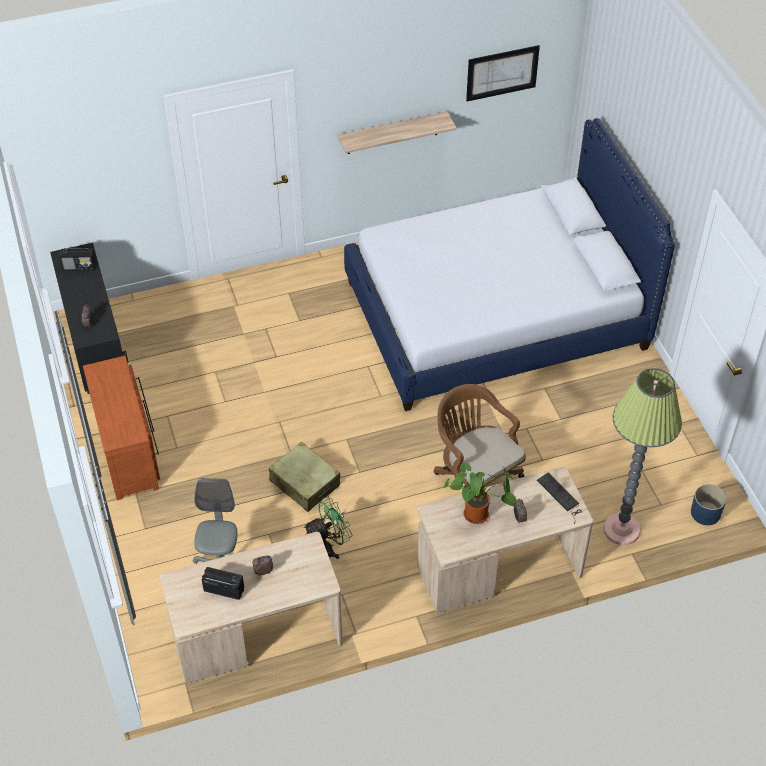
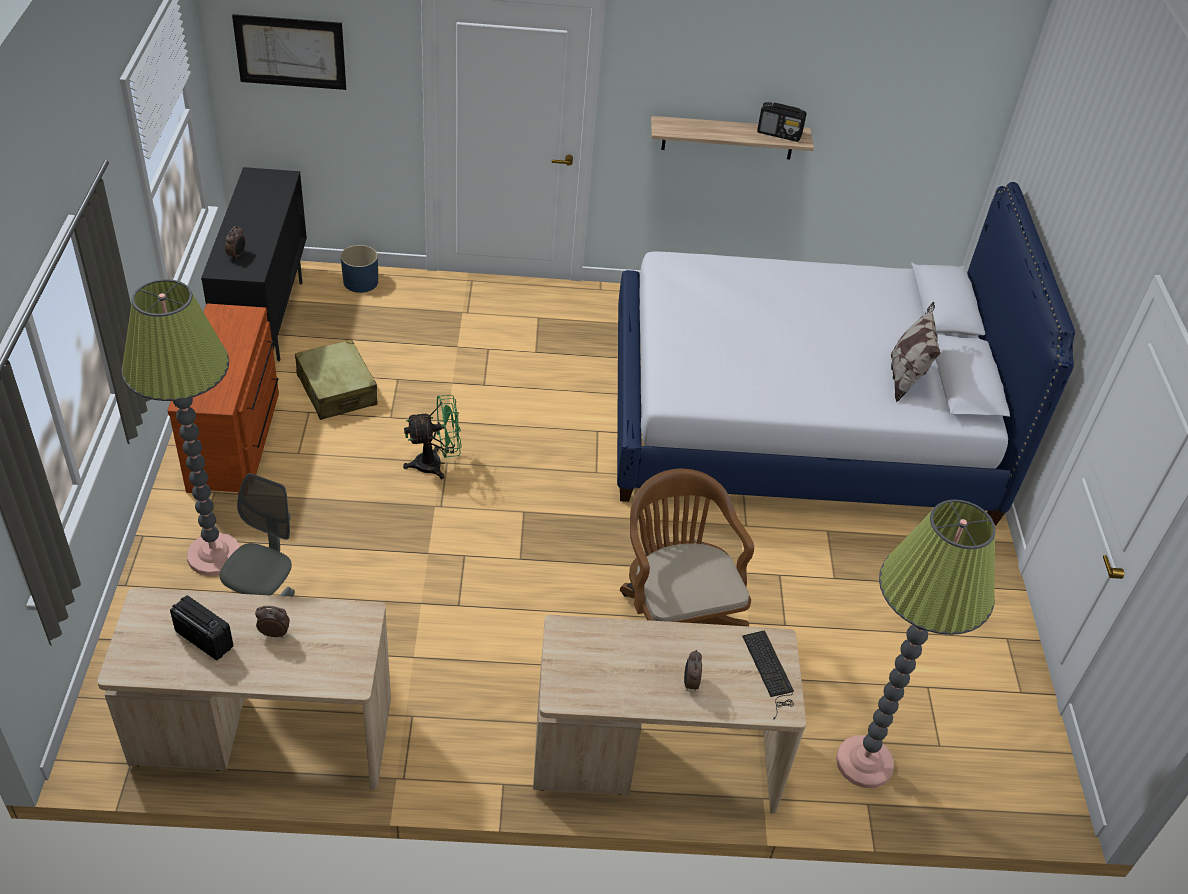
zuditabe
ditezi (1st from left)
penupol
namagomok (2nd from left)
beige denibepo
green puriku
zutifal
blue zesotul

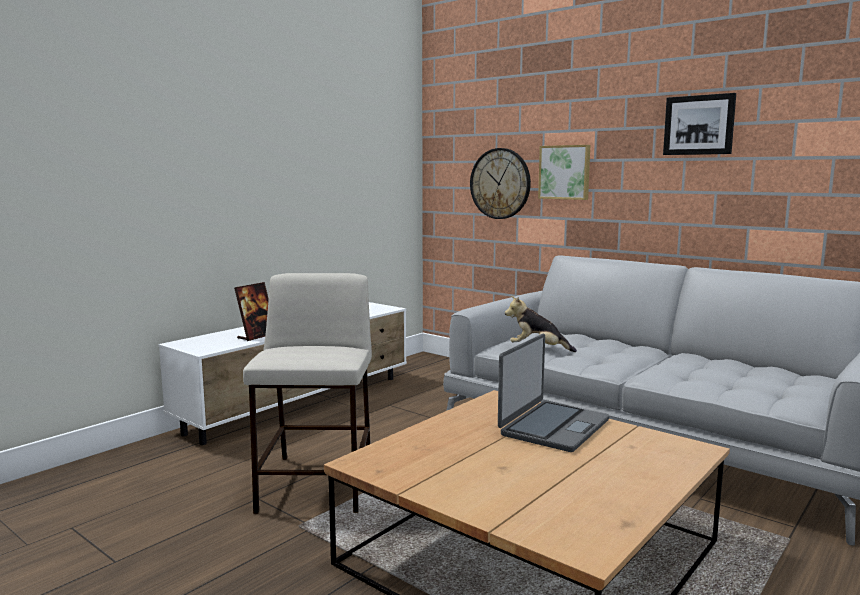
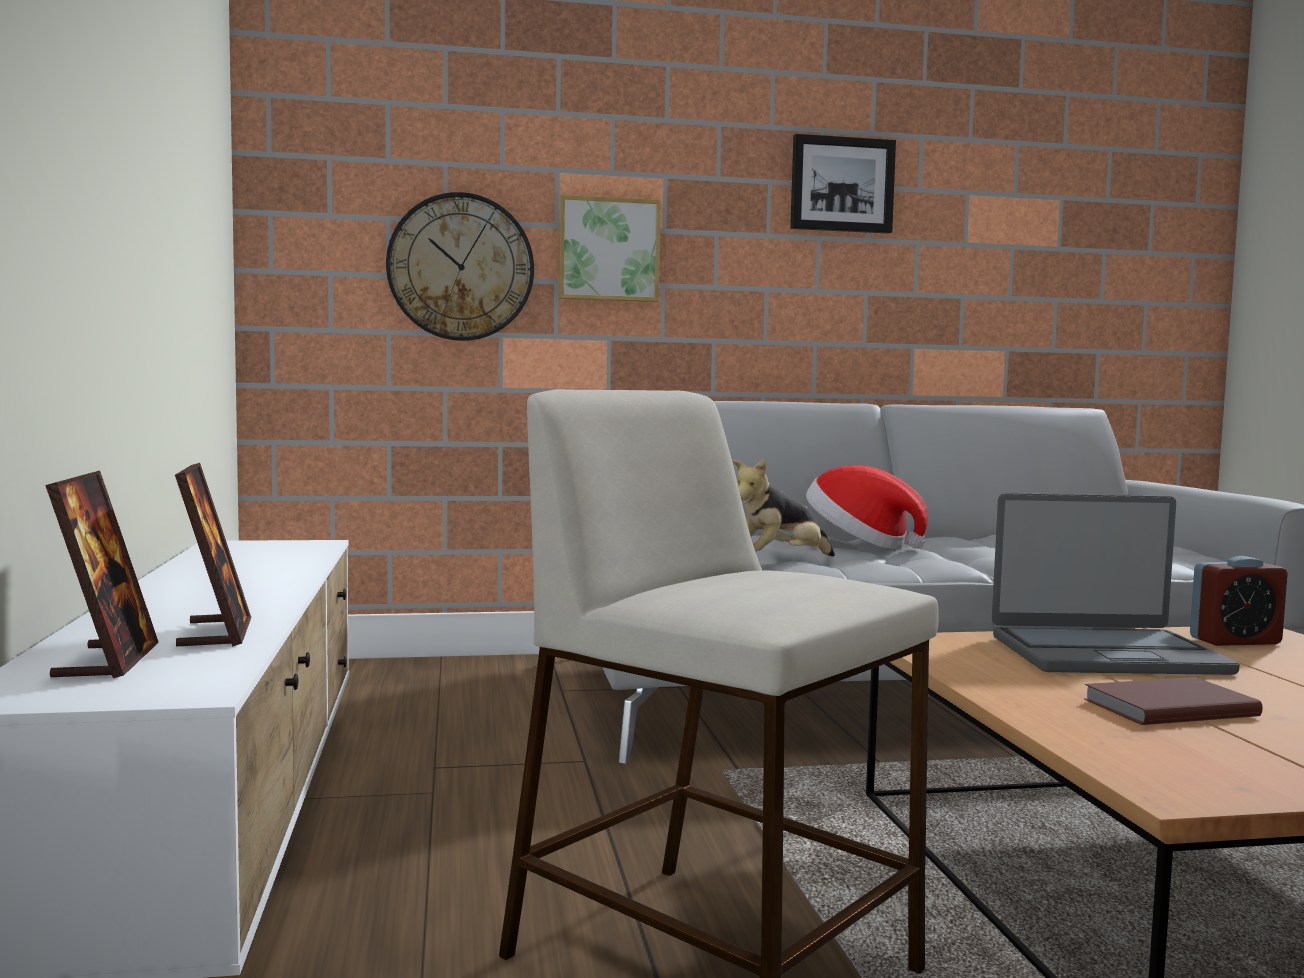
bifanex (1st from left)
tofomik
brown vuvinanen
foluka
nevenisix

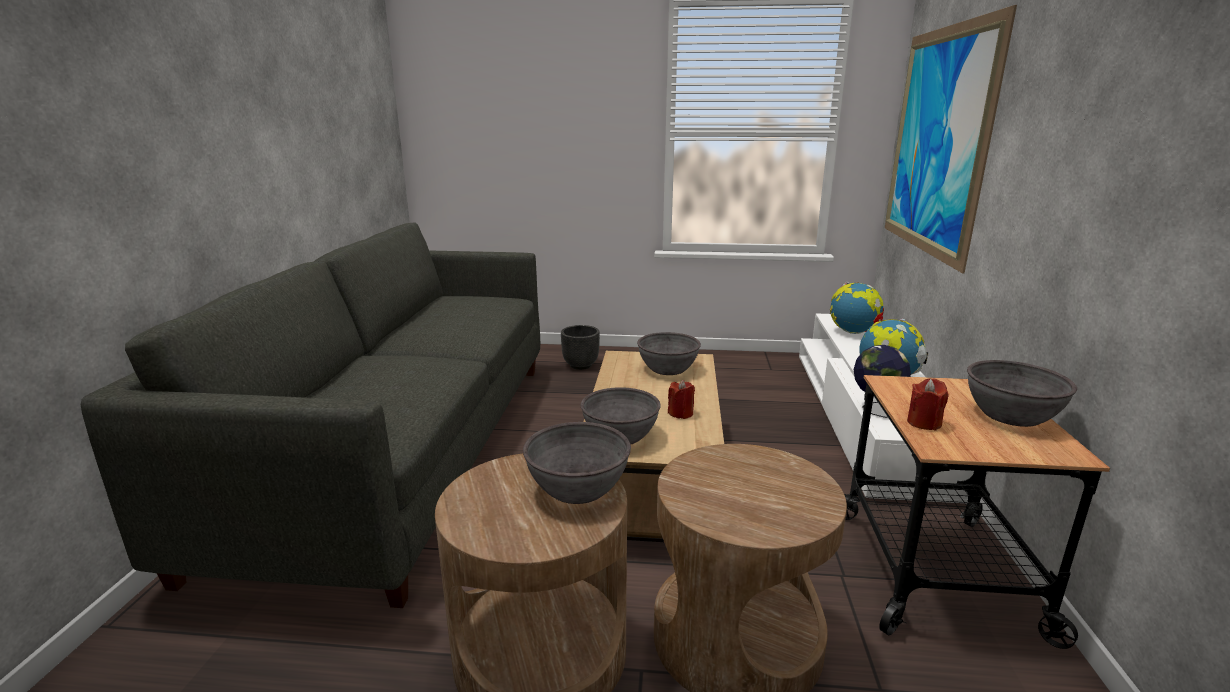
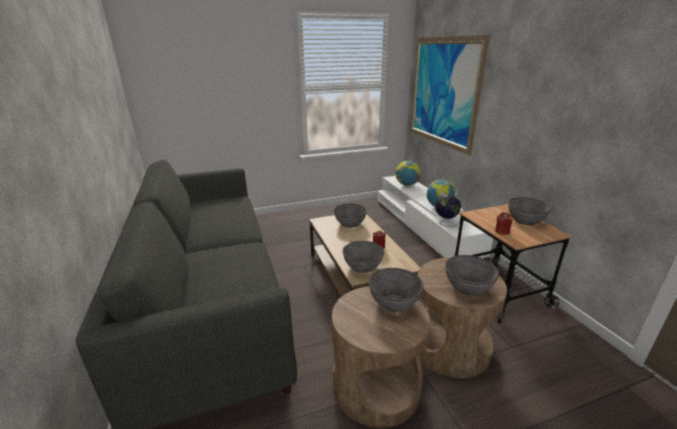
black zesotul
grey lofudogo (4th from left)

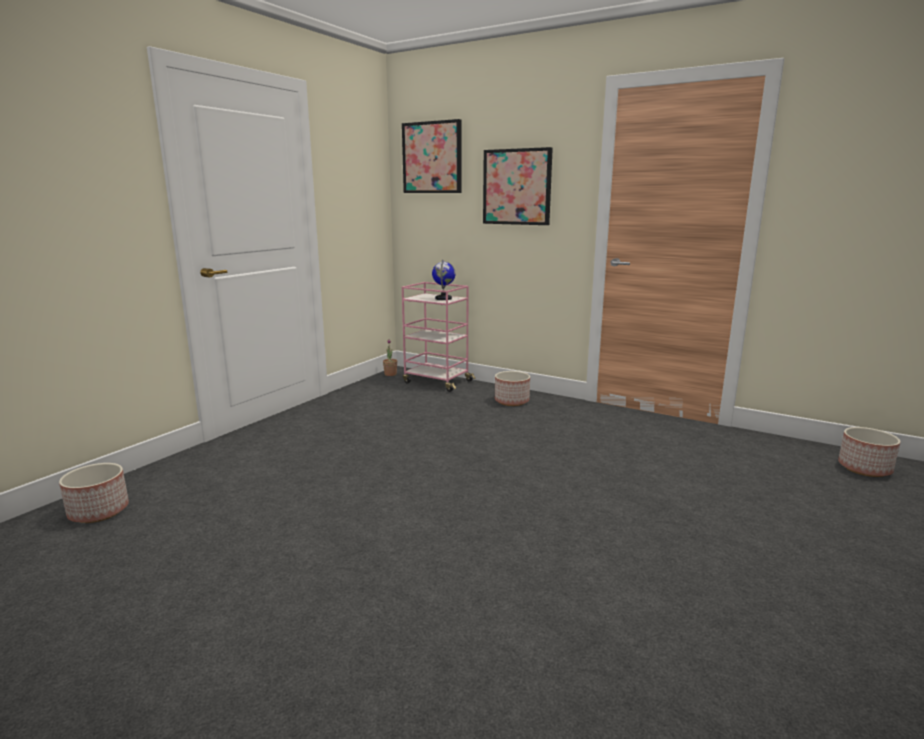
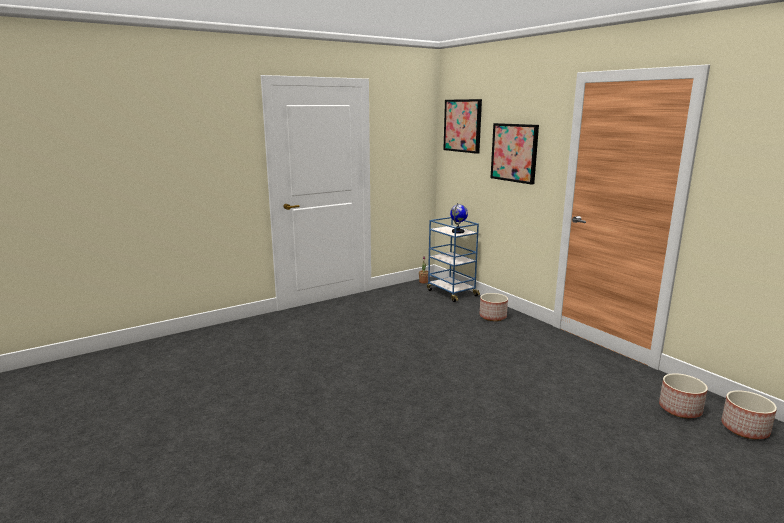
zesotul (2nd from left)
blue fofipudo

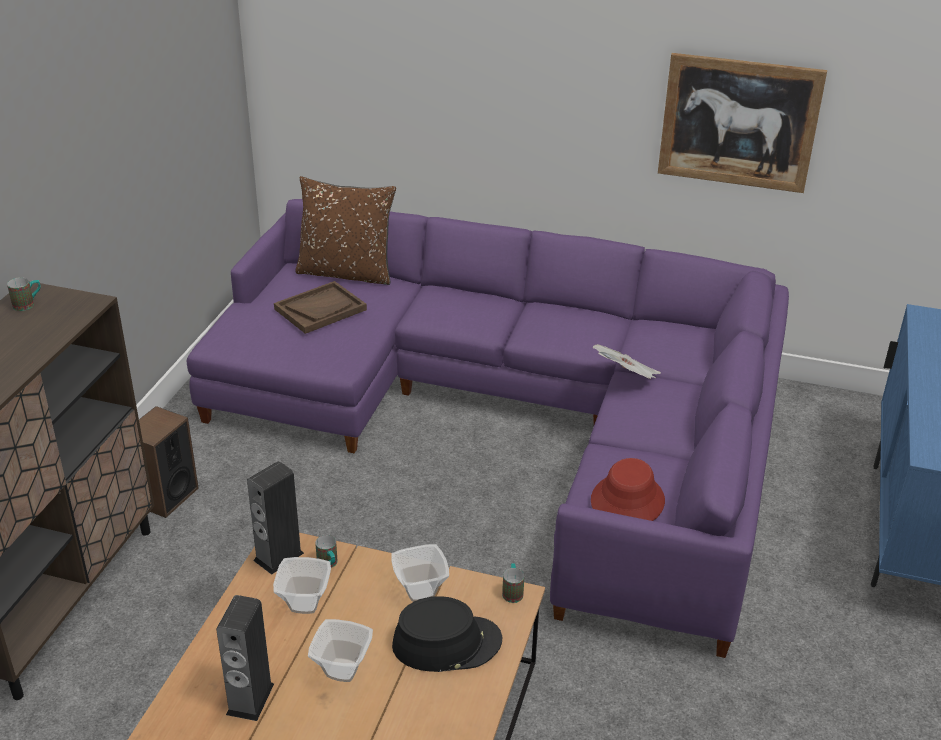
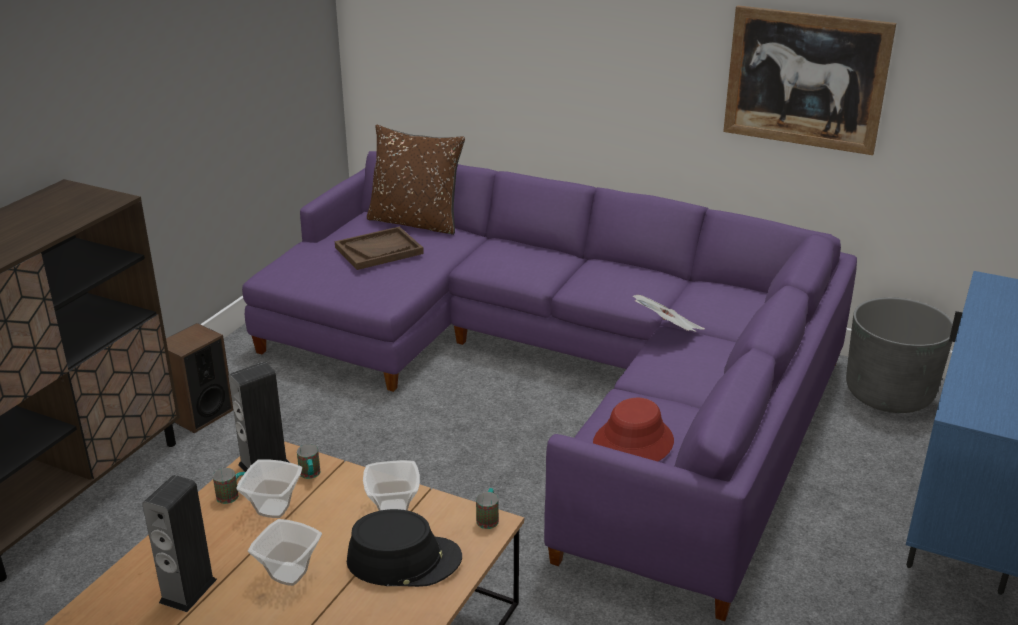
grey zesotul
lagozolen (1st from left)

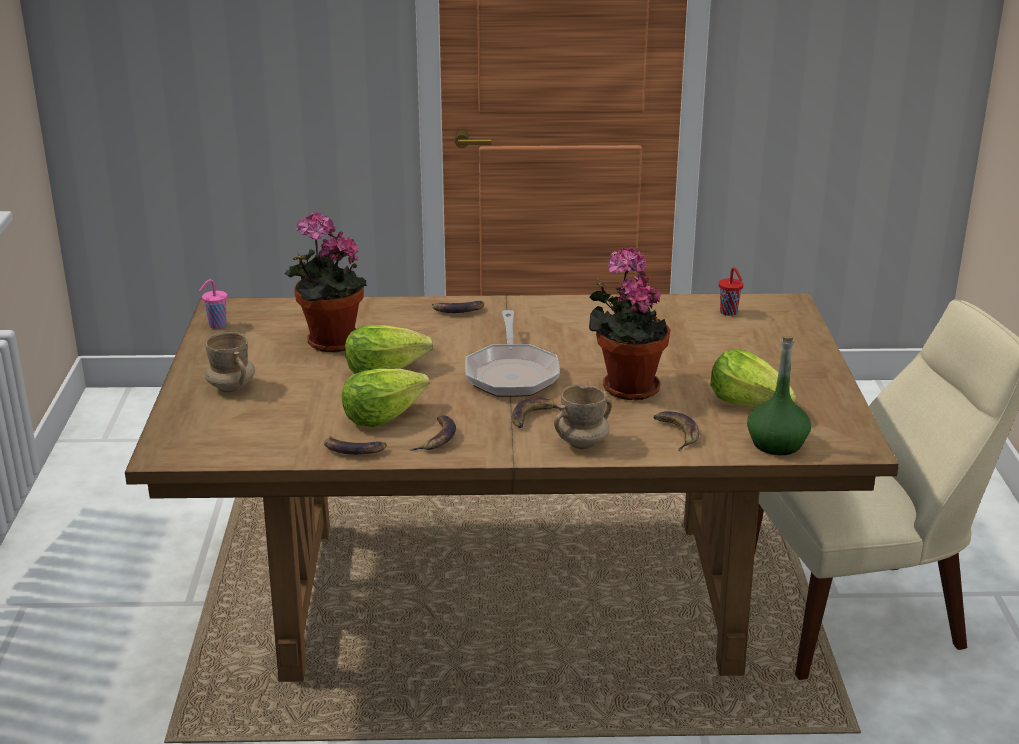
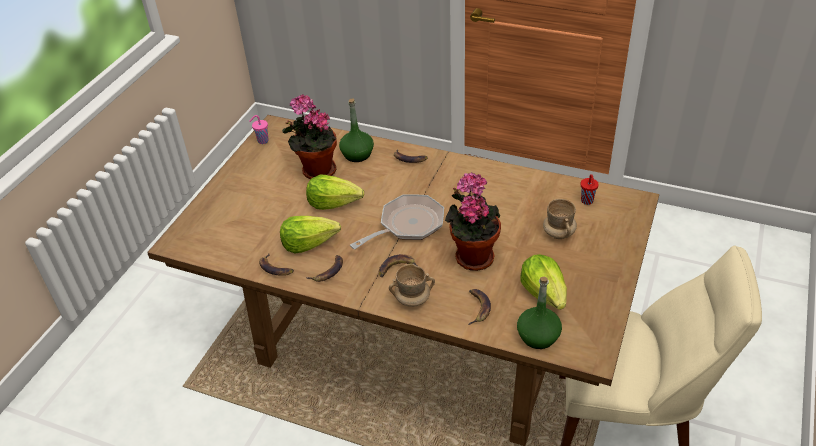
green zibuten (1st from left)
beige lagozolen (2nd from left)
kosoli

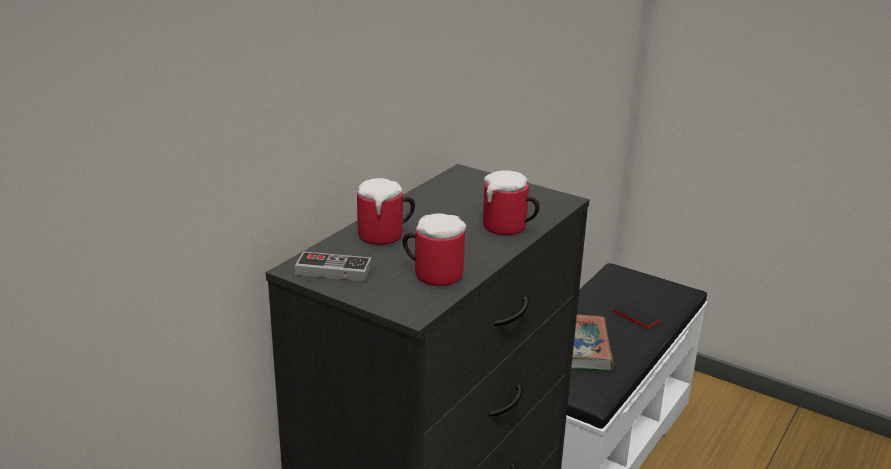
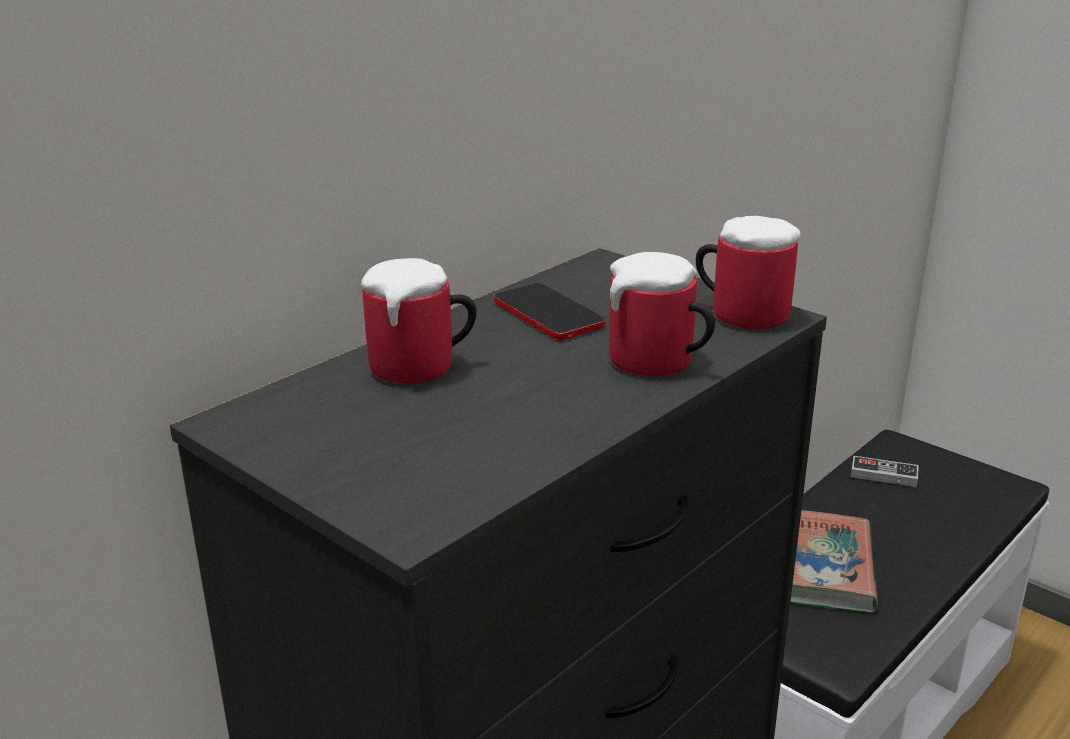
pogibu
lagozolen (3rd from left)
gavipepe

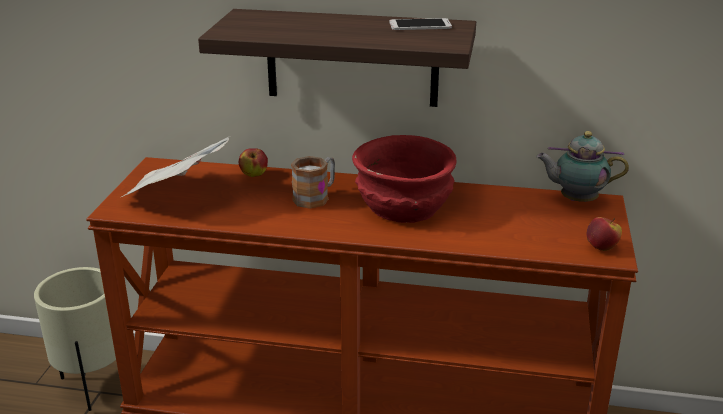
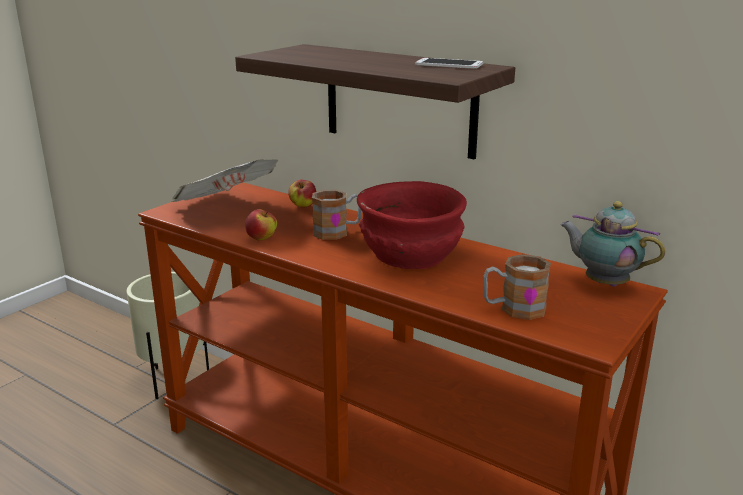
lagozolen (2nd from left)
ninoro (1st from left)

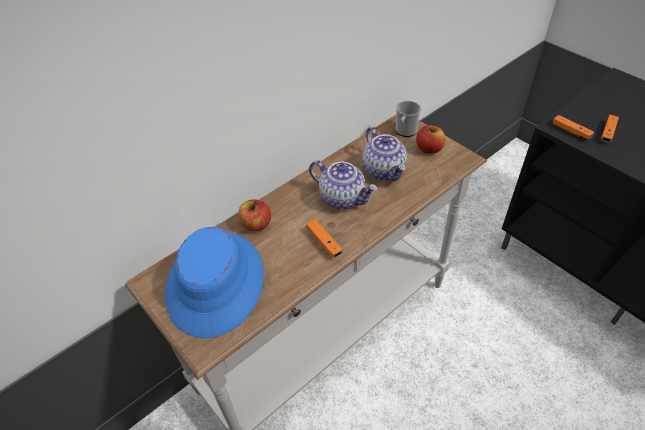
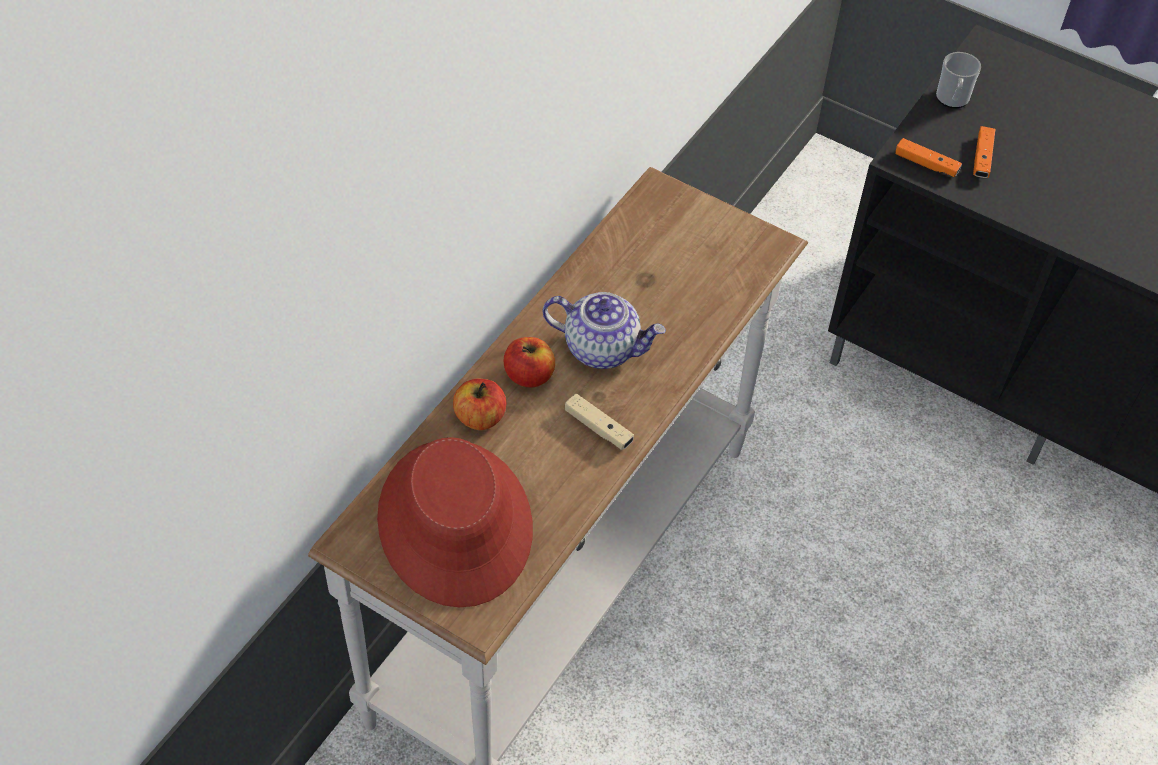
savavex (2nd from left in the first image)
lagozolen
ninoro (2nd from left)
red tofomik
beige pogibu

